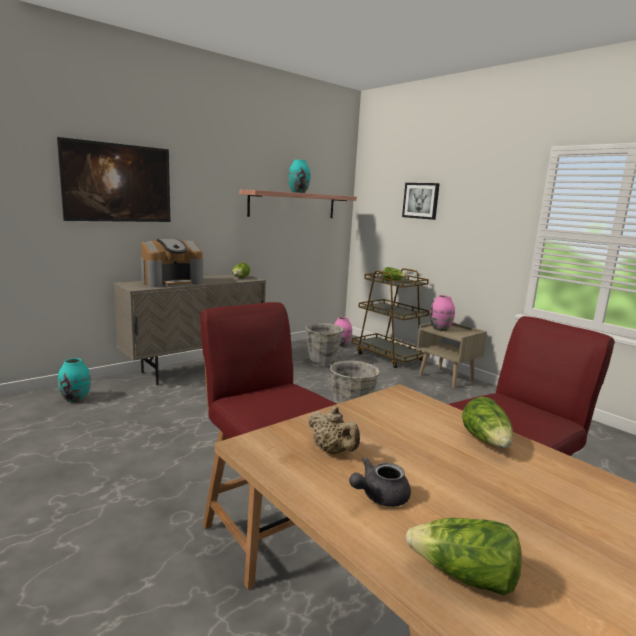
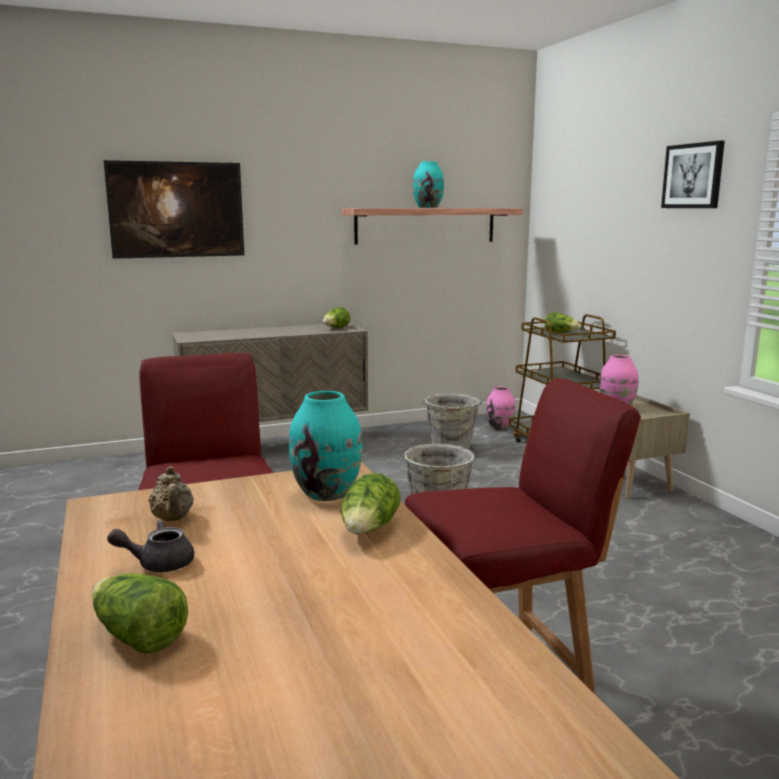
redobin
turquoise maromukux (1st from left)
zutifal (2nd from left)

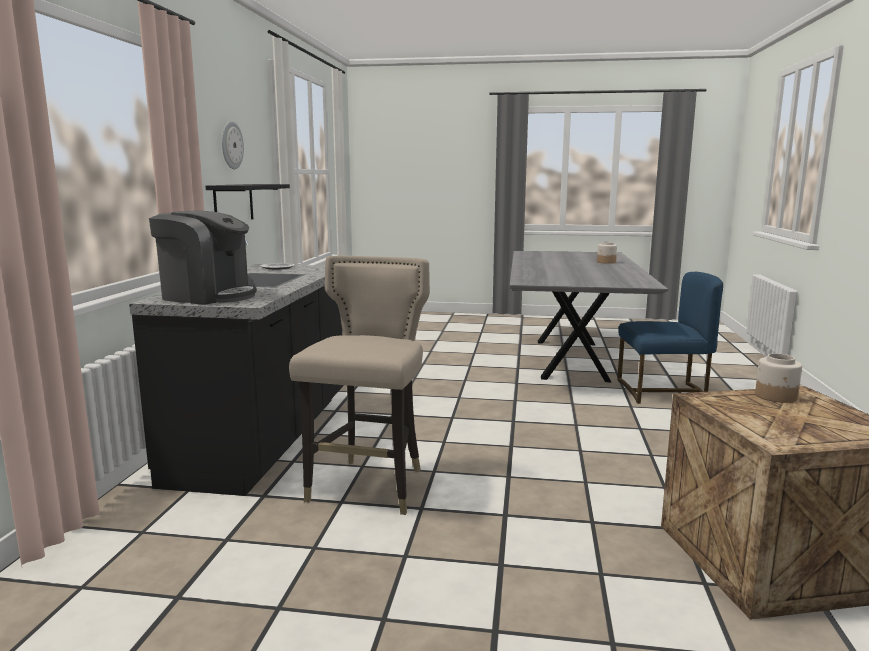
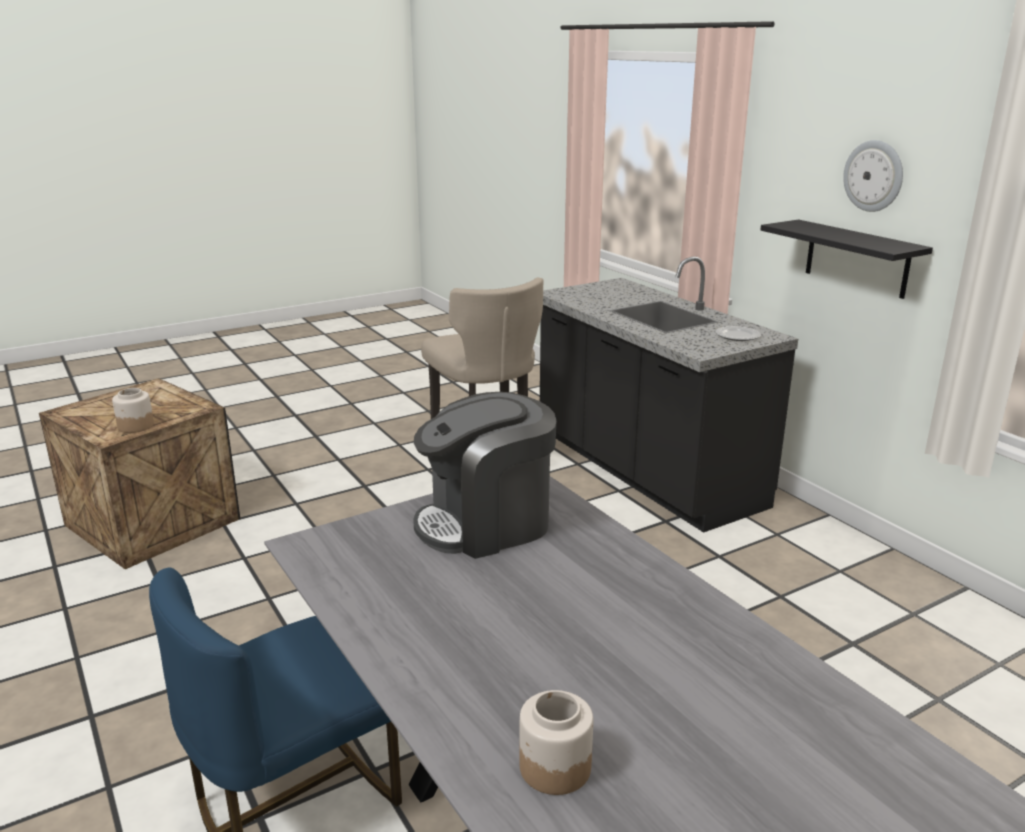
redobin

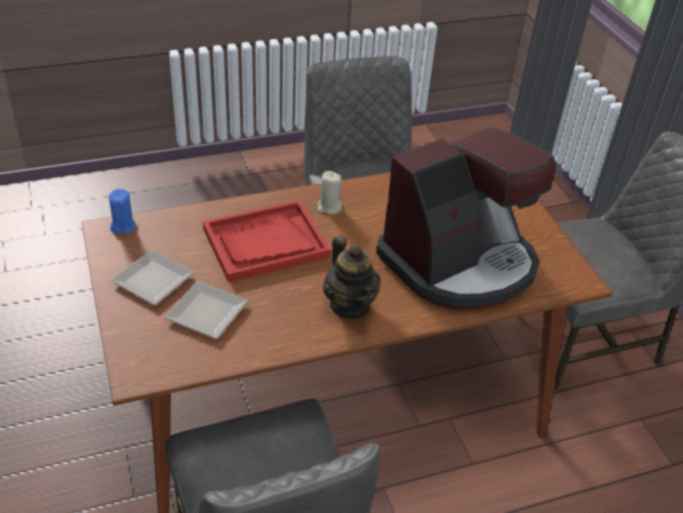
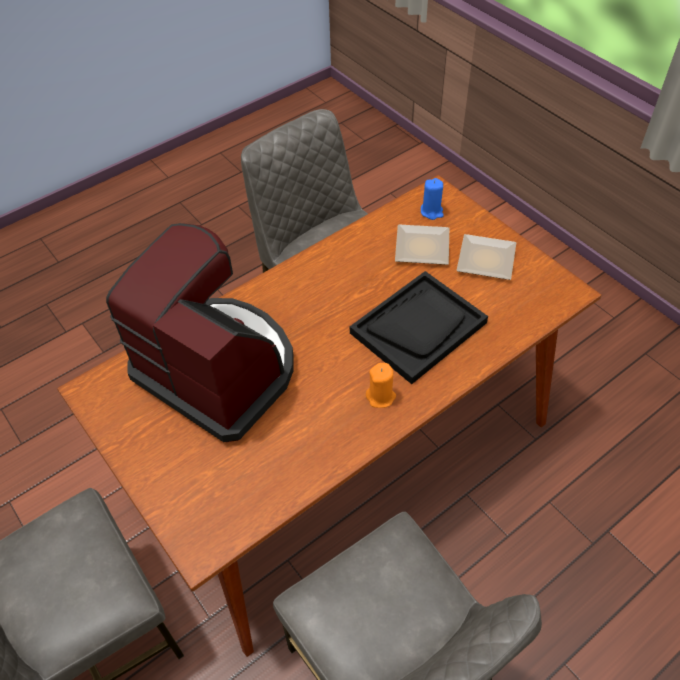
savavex
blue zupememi
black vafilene
orange zupememi
redobin

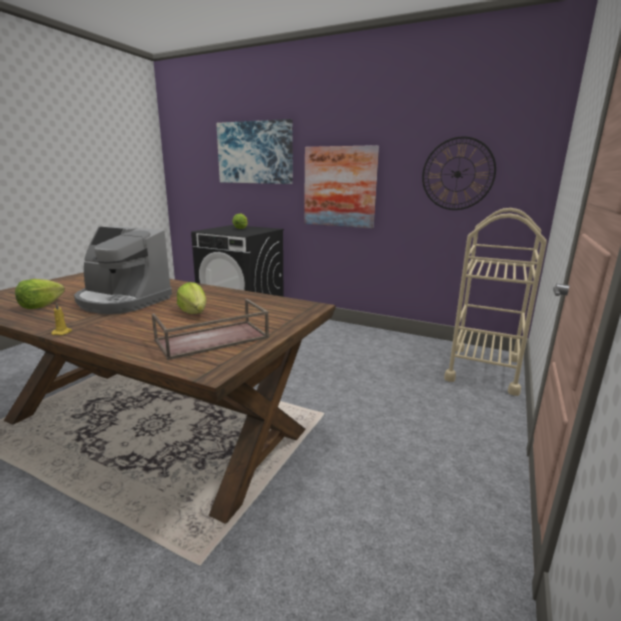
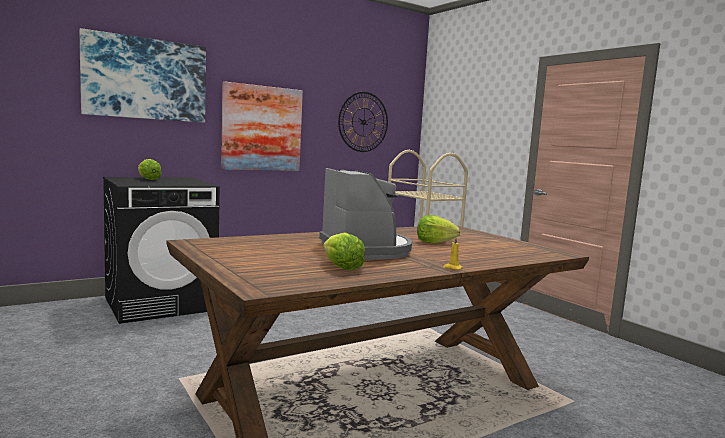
brown vafilene
redobin

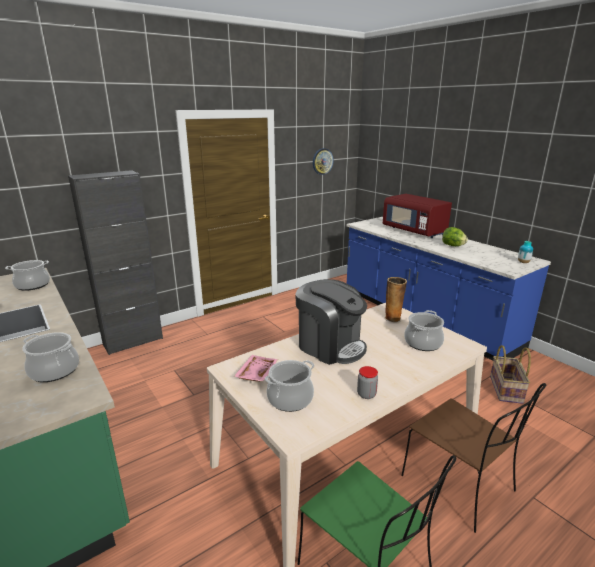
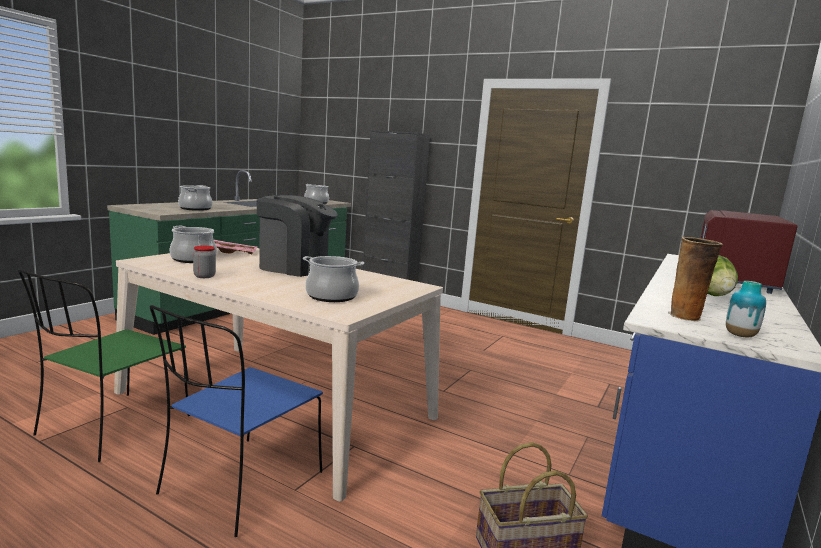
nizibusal
maromukux (1st from left)
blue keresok
redobin

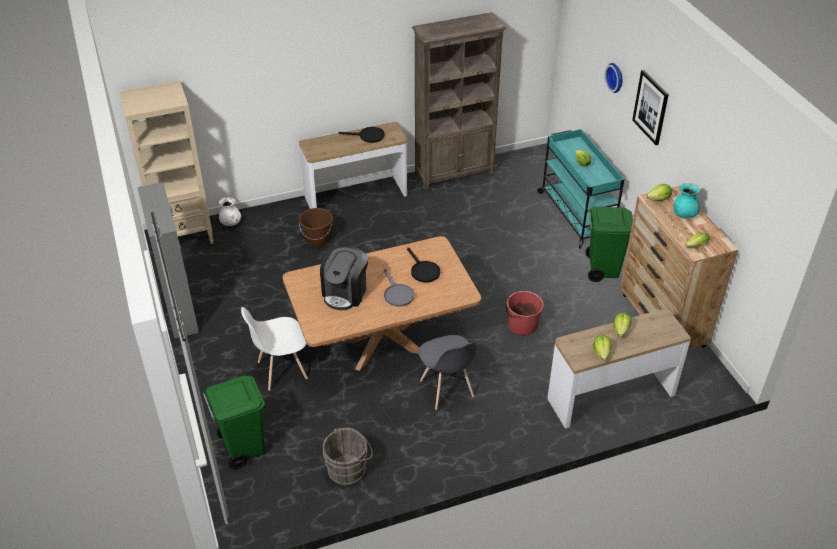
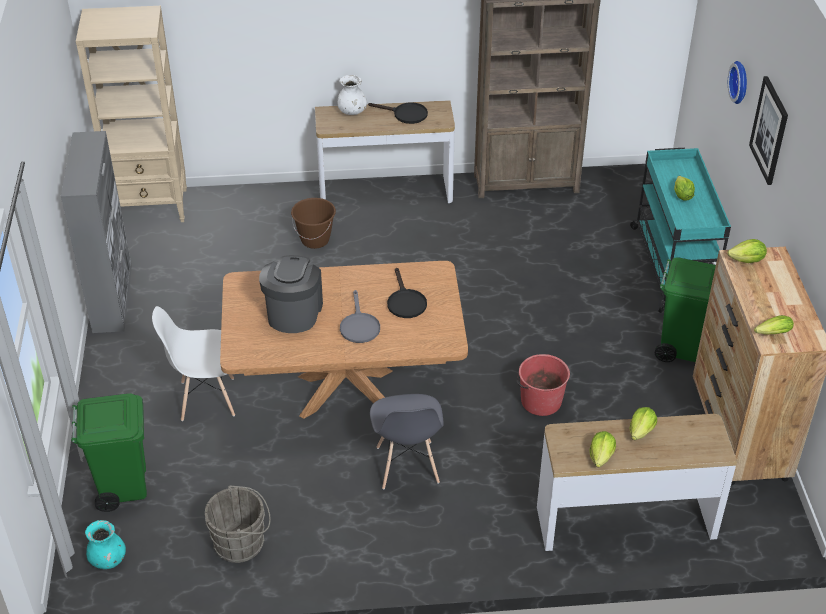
white maromukux
turquoise maromukux
redobin

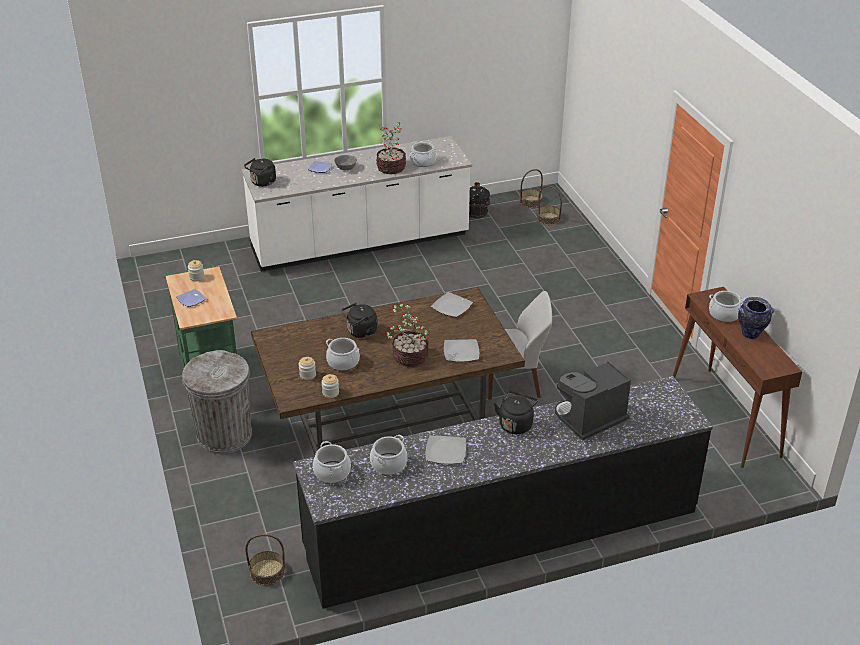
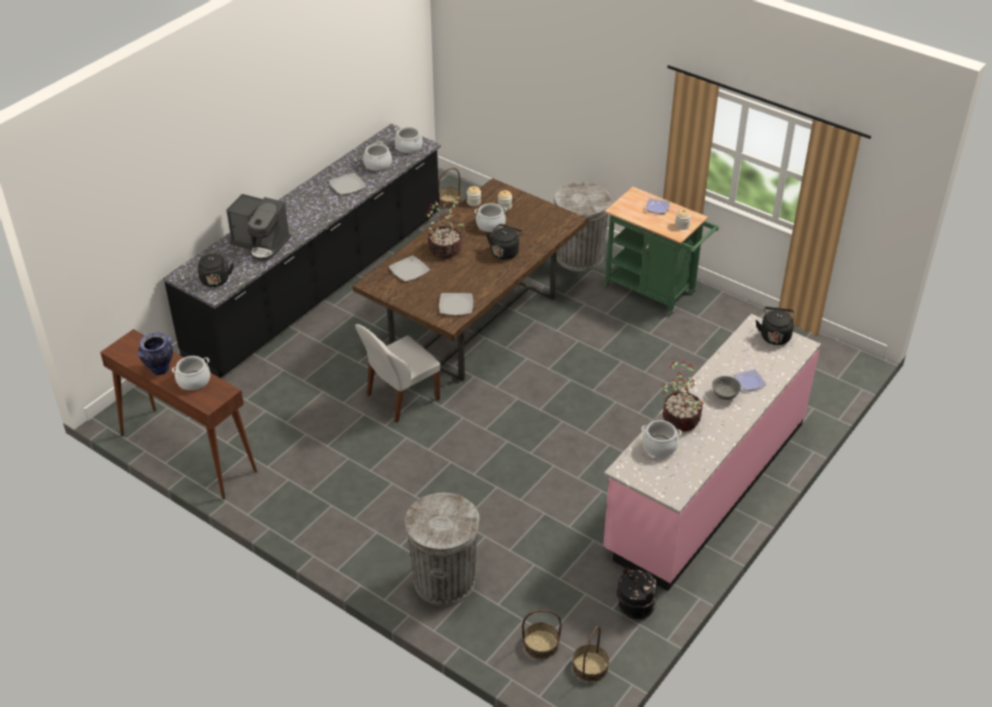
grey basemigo (1st from left)
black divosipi (1st from left)
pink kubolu
redobin

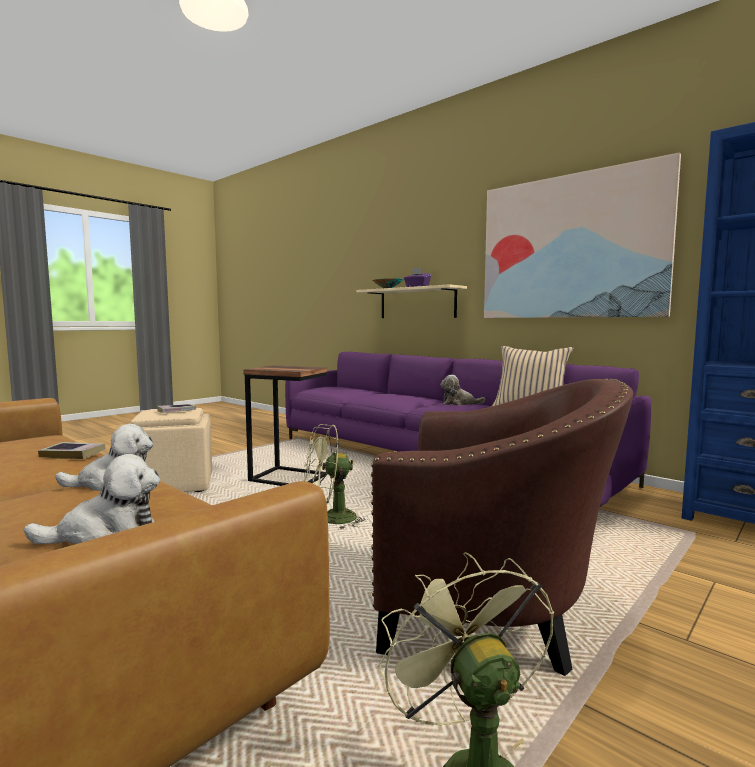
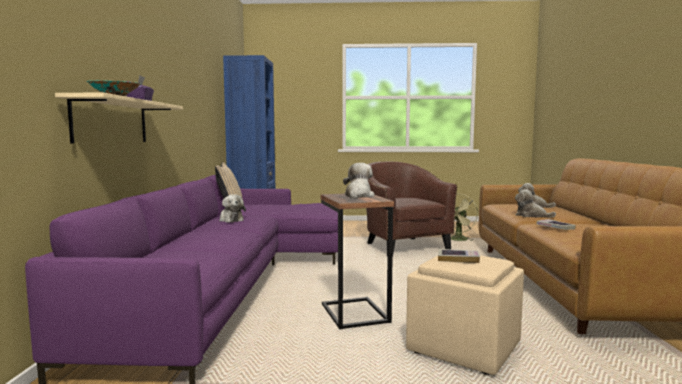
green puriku (1st from left in the first image)
zutifal
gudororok (2nd from left)

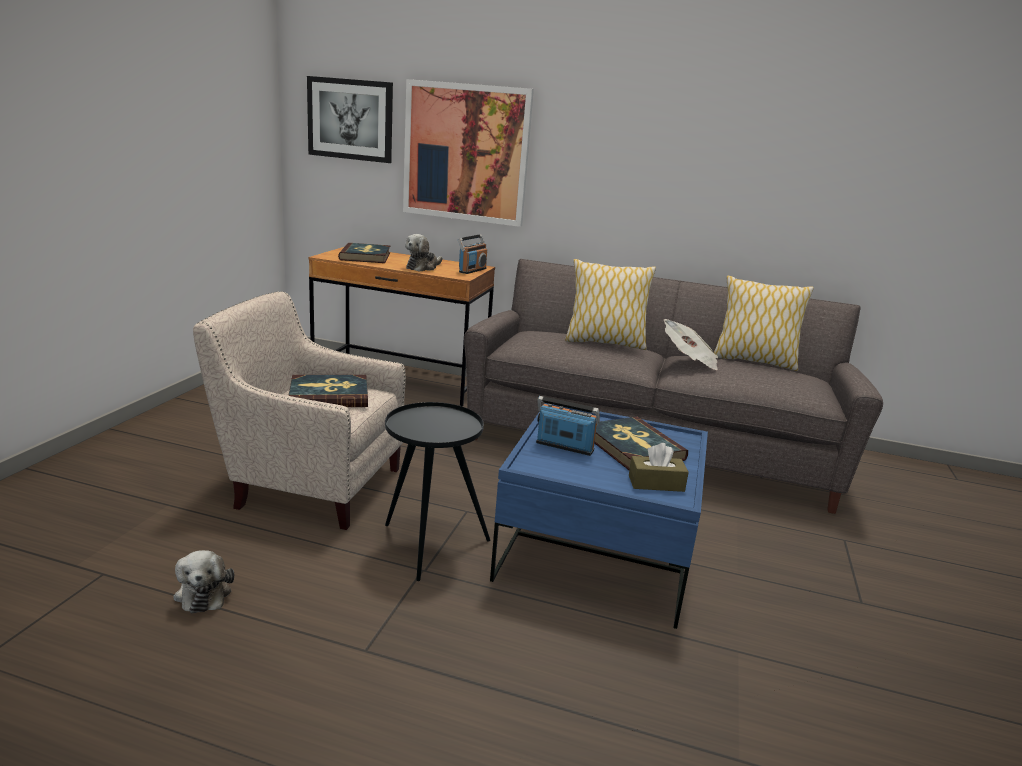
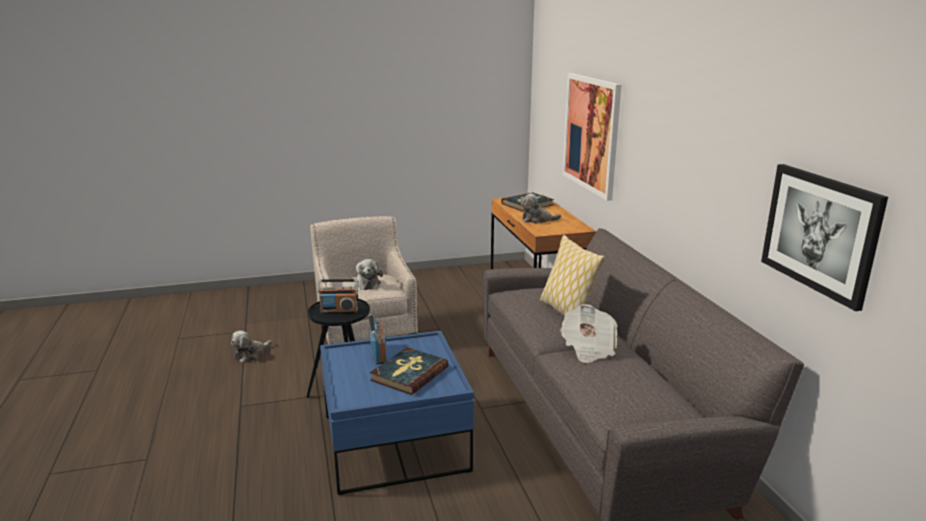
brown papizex
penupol (2nd from left in the first image)
zutifal (2nd from left)
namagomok (1st from left)
gudororok (2nd from left)

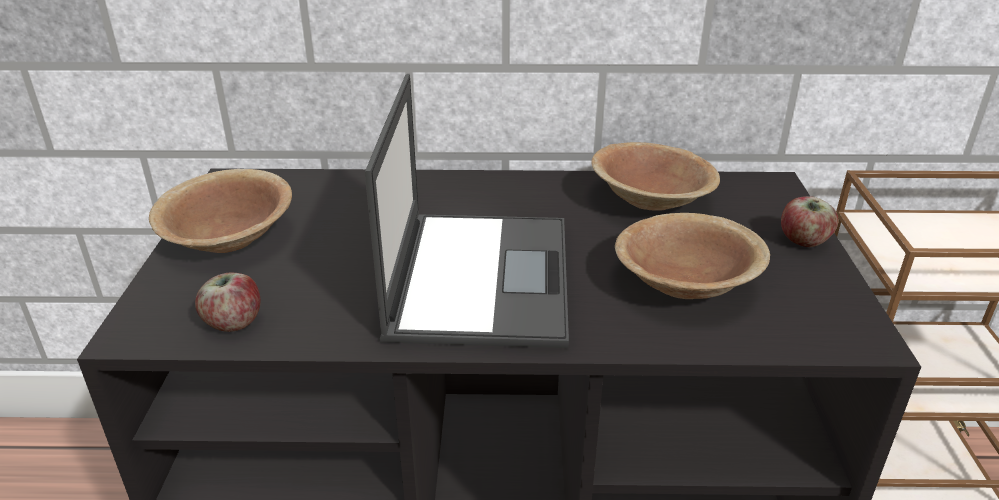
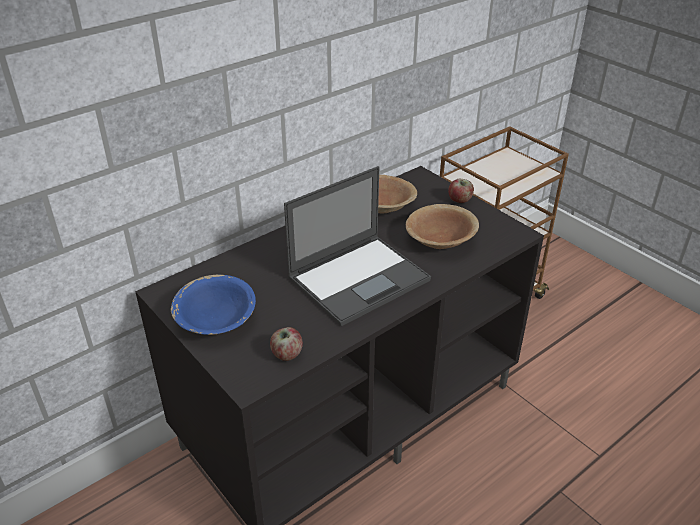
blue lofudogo
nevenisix

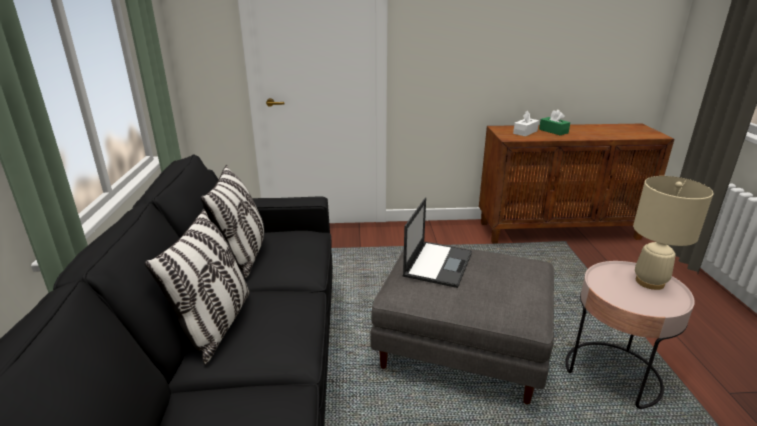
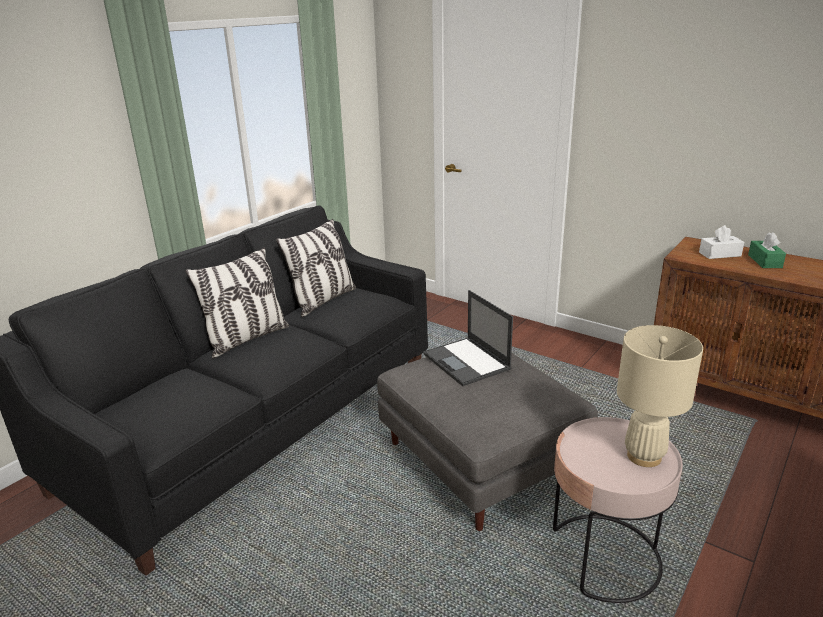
nevenisix

